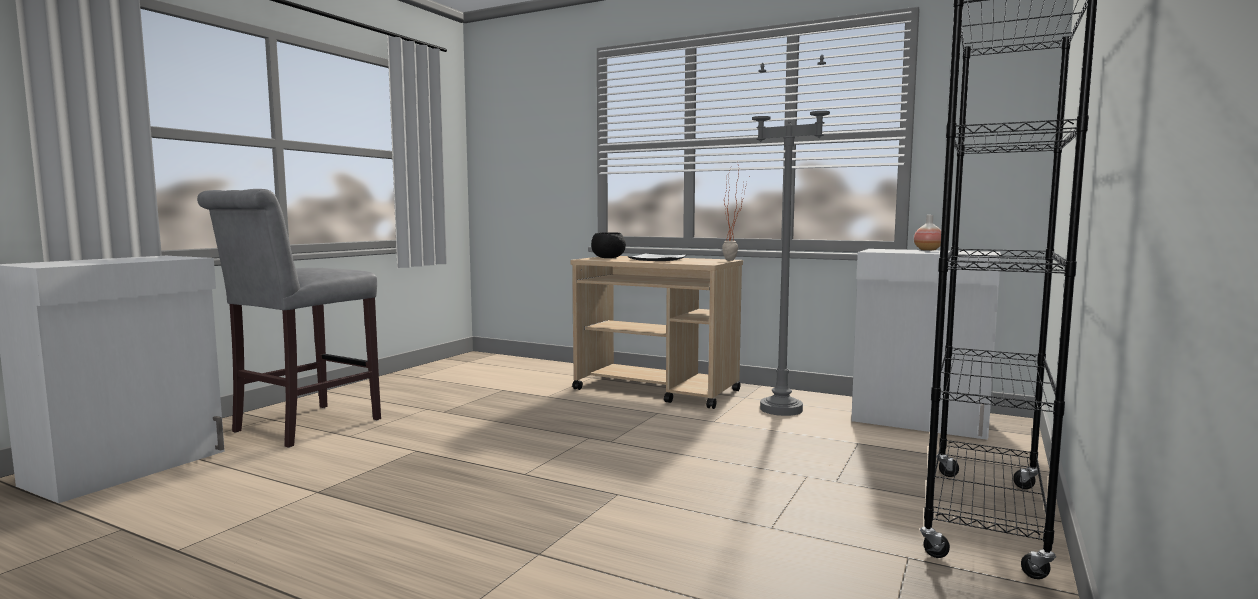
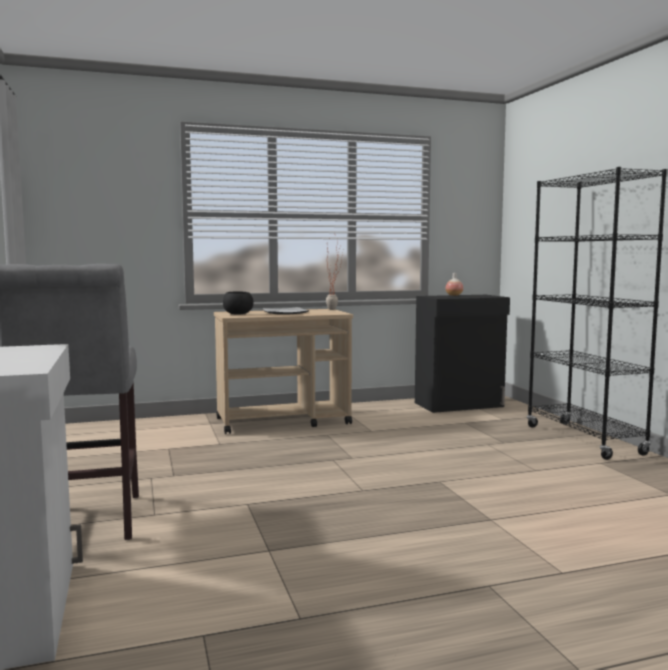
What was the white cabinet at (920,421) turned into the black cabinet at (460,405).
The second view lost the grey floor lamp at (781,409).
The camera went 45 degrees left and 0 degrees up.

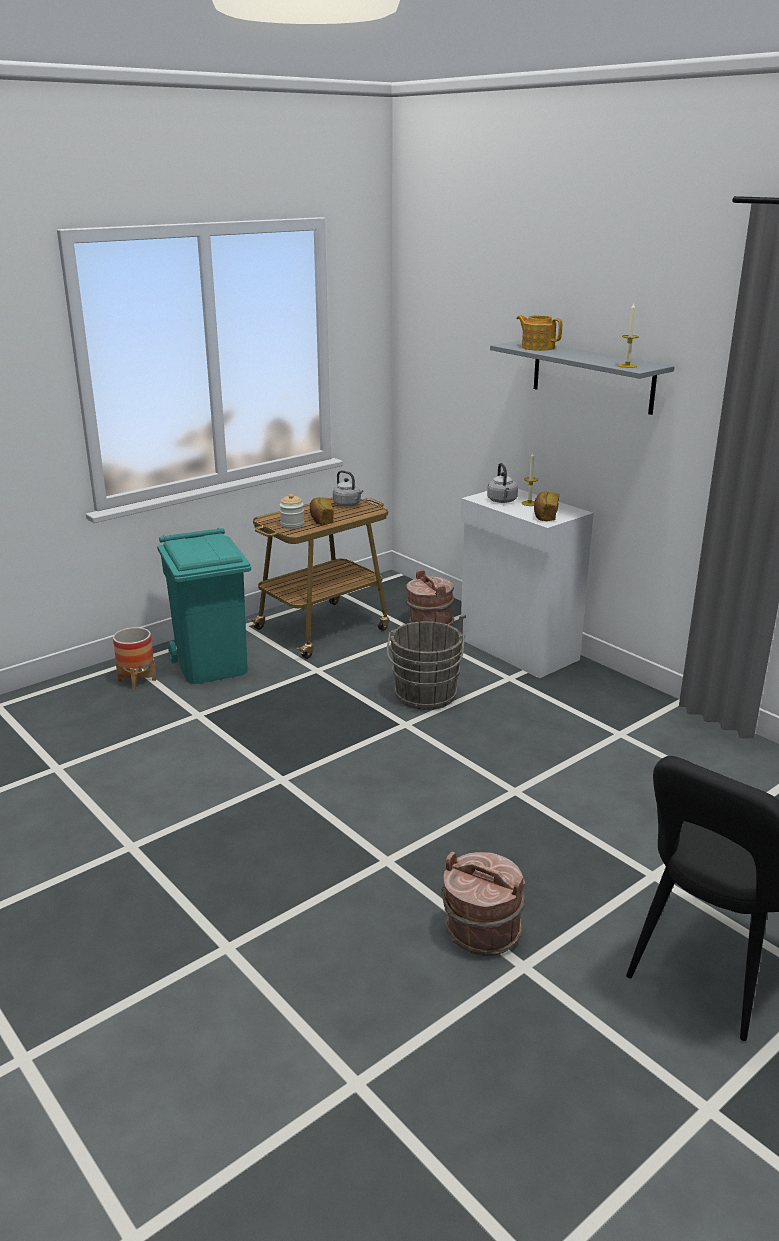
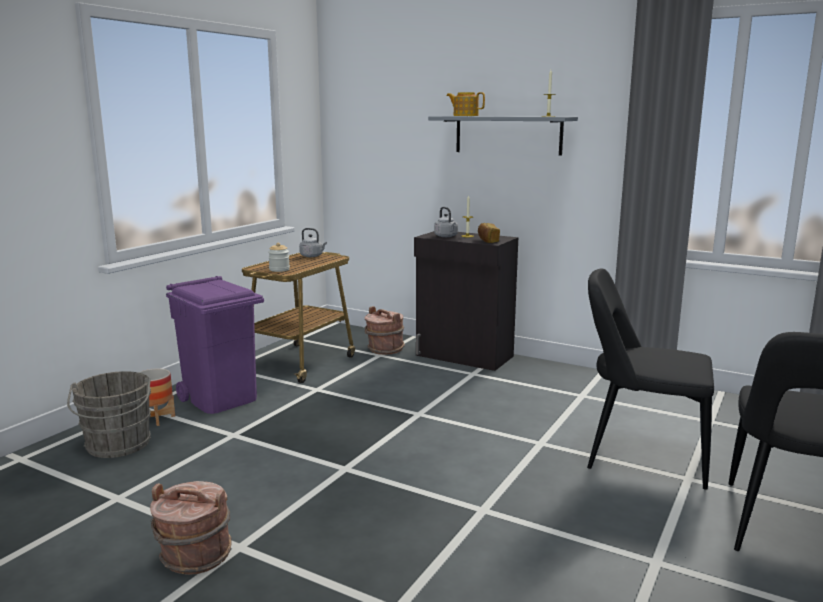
The grey bucket ended up elsewhere, having gone from (425,697) to (117,446).
The brown bucket ended up elsewhere, having gone from (481,933) to (195,556).
What was the turquoise trash can at (212,665) turned into the purple trash can at (221,398).
What was the white cabinet at (517,650) turned into the black cabinet at (464,356).
The second view gained the black chair at (640,458).
The second view lost the bread at (321,520).
The camera went 20 degrees left and 10 degrees down.

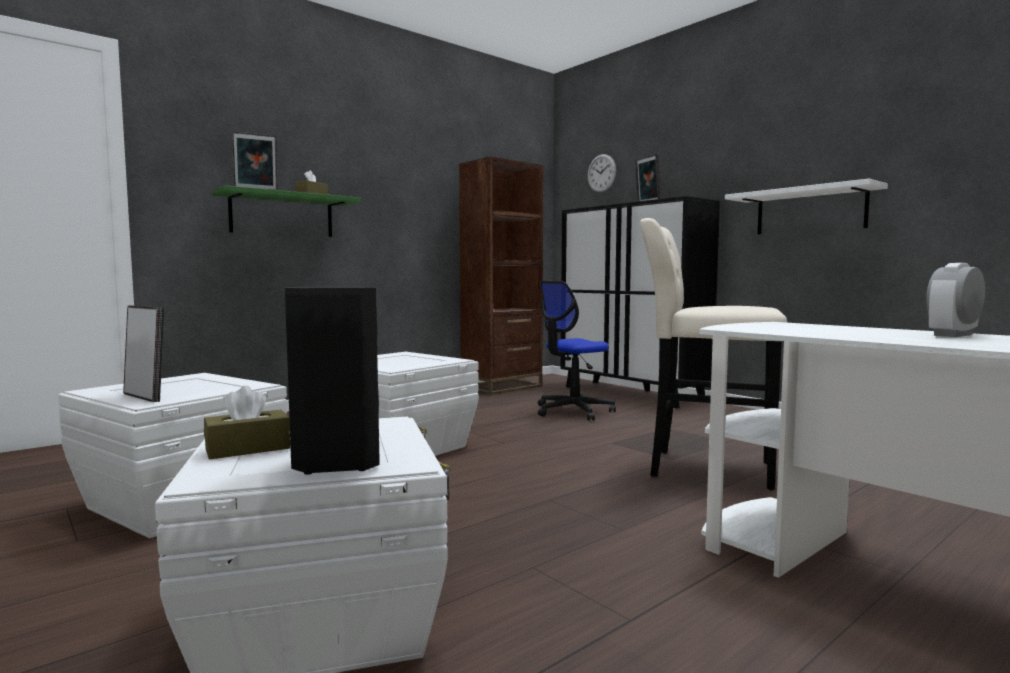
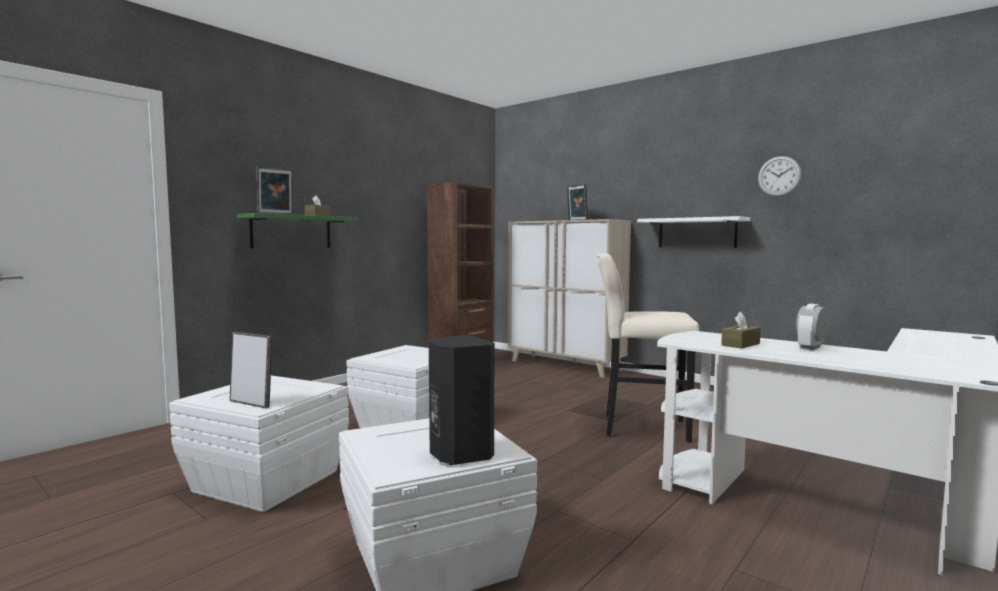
What was the black cabinet at (632,394) turned into the beige cabinet at (565,365).
The brown tissue box ended up elsewhere, having gone from (248,449) to (740,344).
The wall clock ended up elsewhere, having gone from (601,173) to (779,176).
The second view lost the office chair at (573,411).
The camera went 10 degrees left and 0 degrees up.

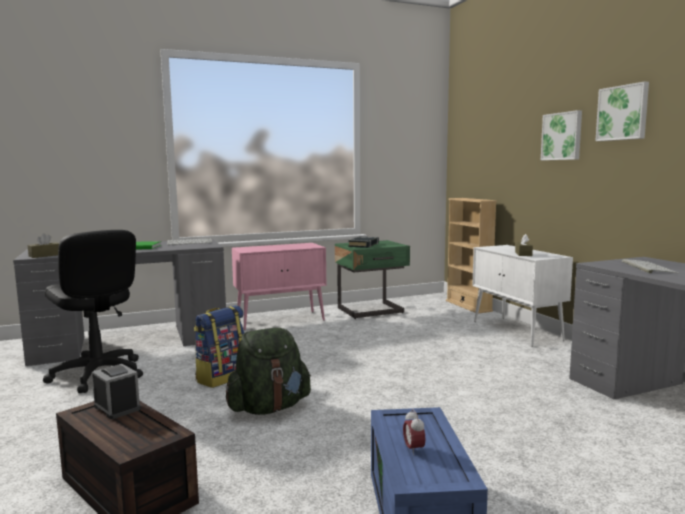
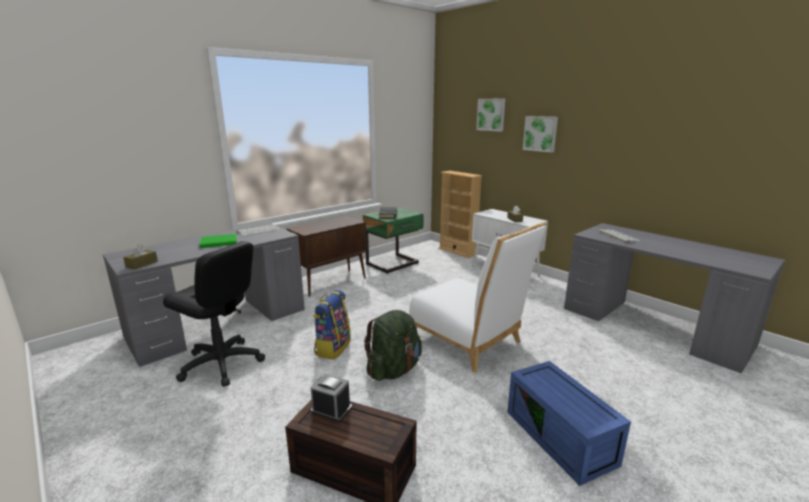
What was the pink cabinet at (281,320) turned into the brown cabinet at (331,282).
The second view gained the white chair at (469,342).
The picture ended up elsewhere, having gone from (623,113) to (491,114).
The second view lost the alarm clock at (413,449).
The camera went 20 degrees left and 10 degrees up.

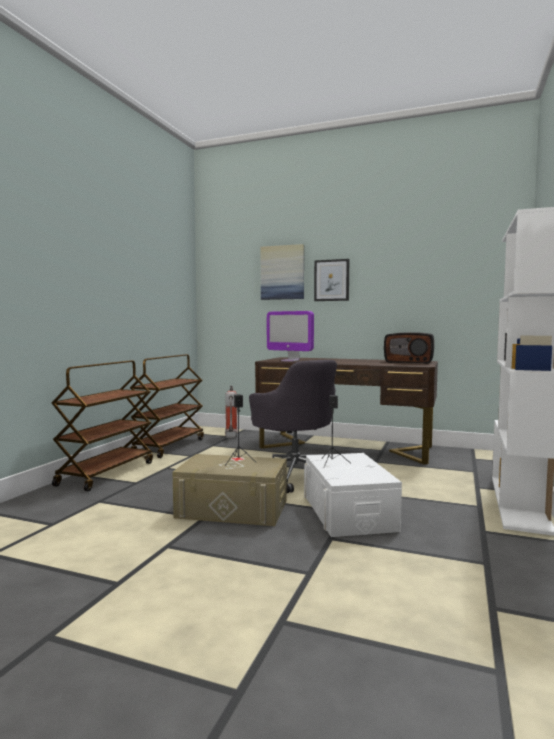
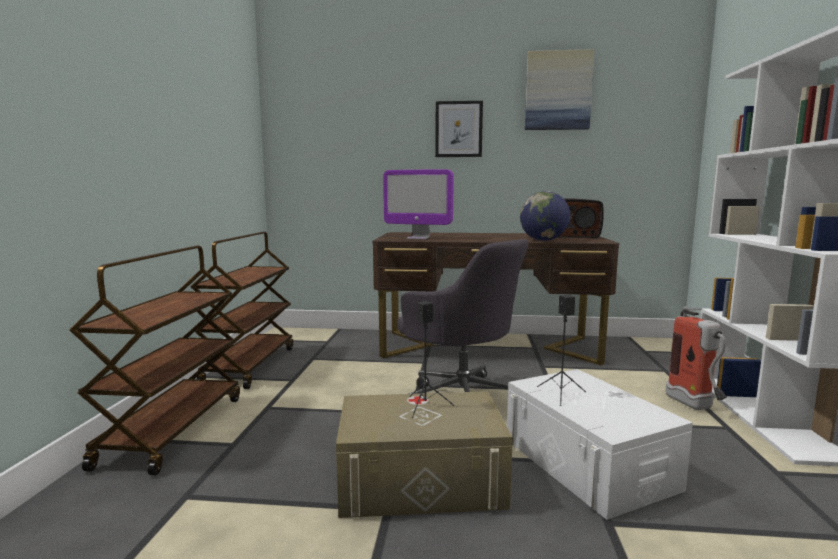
The second view gained the globe at (543,240).
The picture ended up elsewhere, having gone from (282,272) to (558,91).
The fire extinguisher ended up elsewhere, having gone from (231,437) to (695,406).
The camera went 15 degrees left and 5 degrees up.

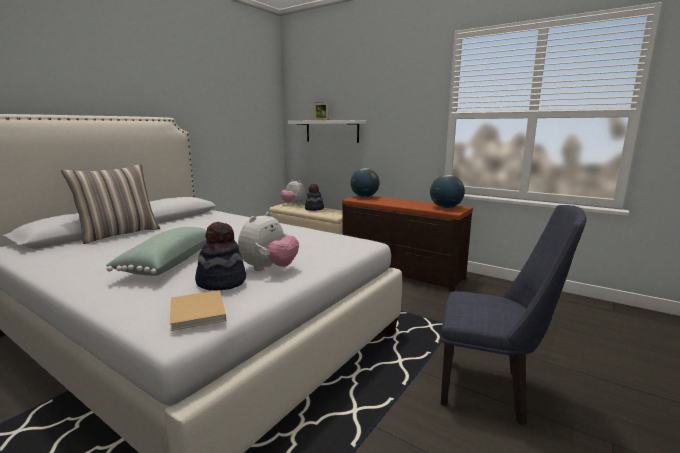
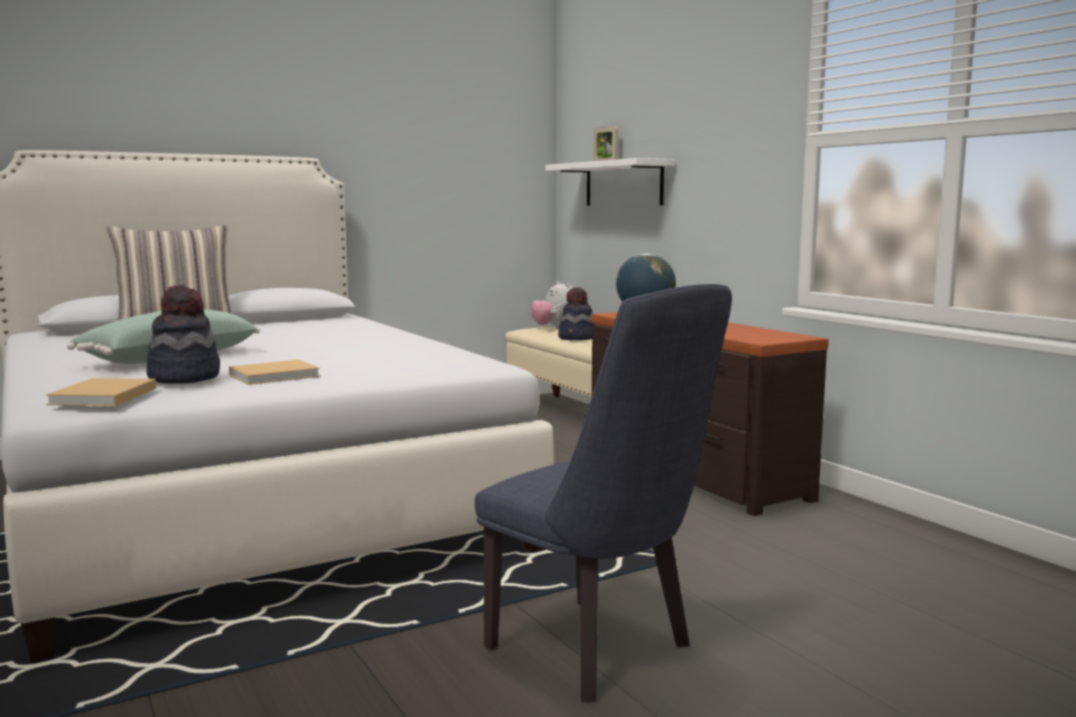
Where the plush toy stood at (269,268), the beige book came to stand at (277,375).
The second view lost the globe at (446,208).
The camera went 25 degrees right and 5 degrees down.

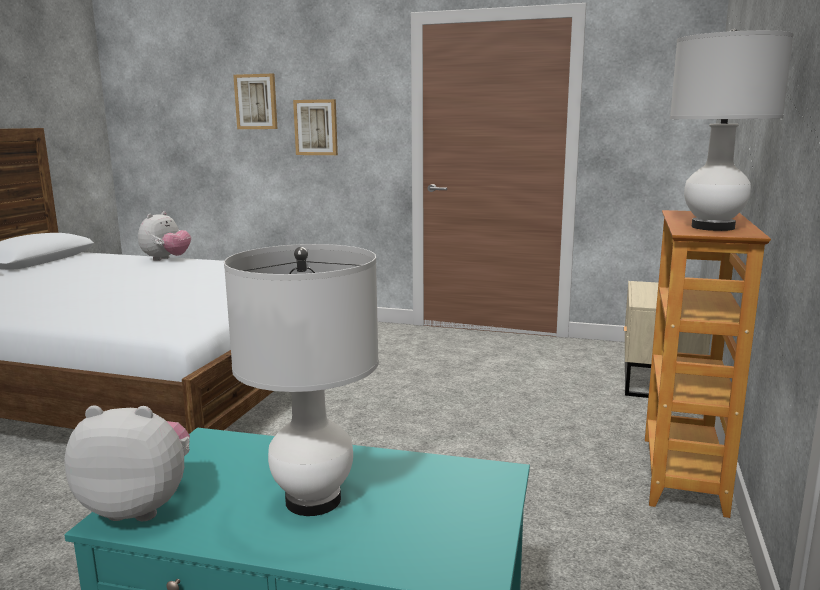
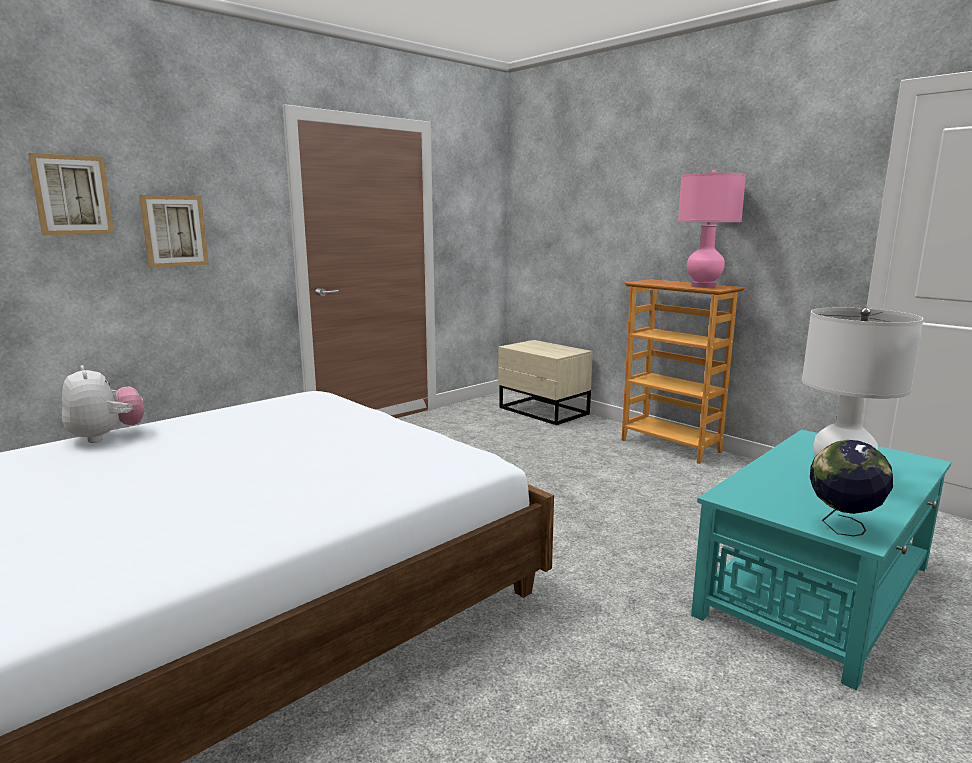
What was the white table lamp at (712,227) turned into the pink table lamp at (703,286).
Where the plush toy stood at (139,506), the globe came to stand at (842,528).
The camera went 60 degrees left and 0 degrees up.

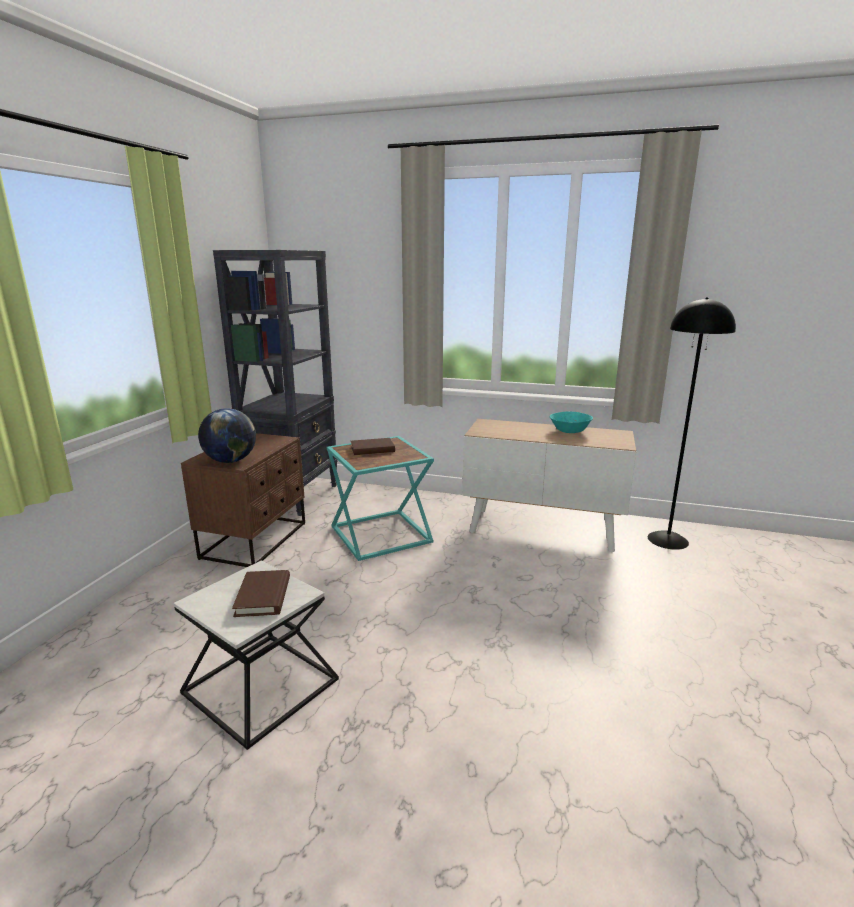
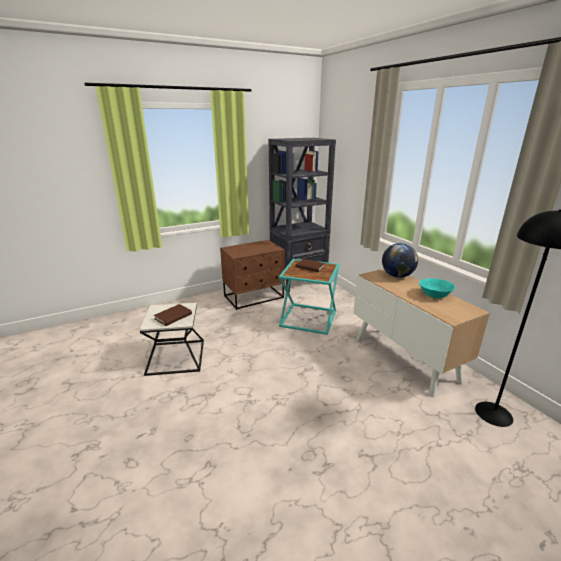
The globe ended up elsewhere, having gone from (230,461) to (397,276).
The camera went 45 degrees right and 5 degrees up.

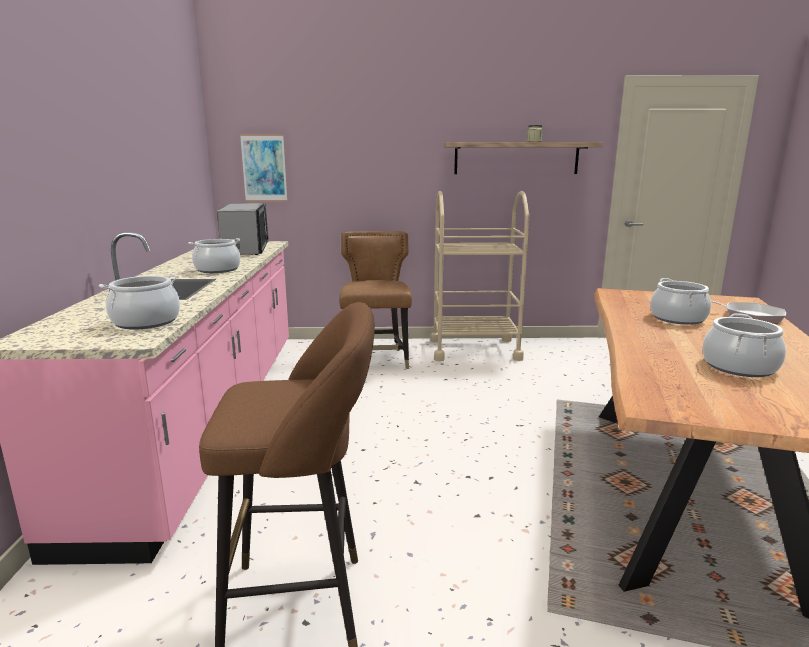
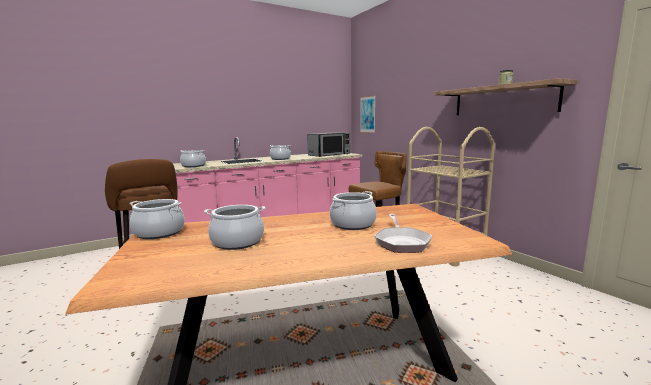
The second view gained the cooking pot at (159,233).
The camera went 60 degrees right and 5 degrees down.

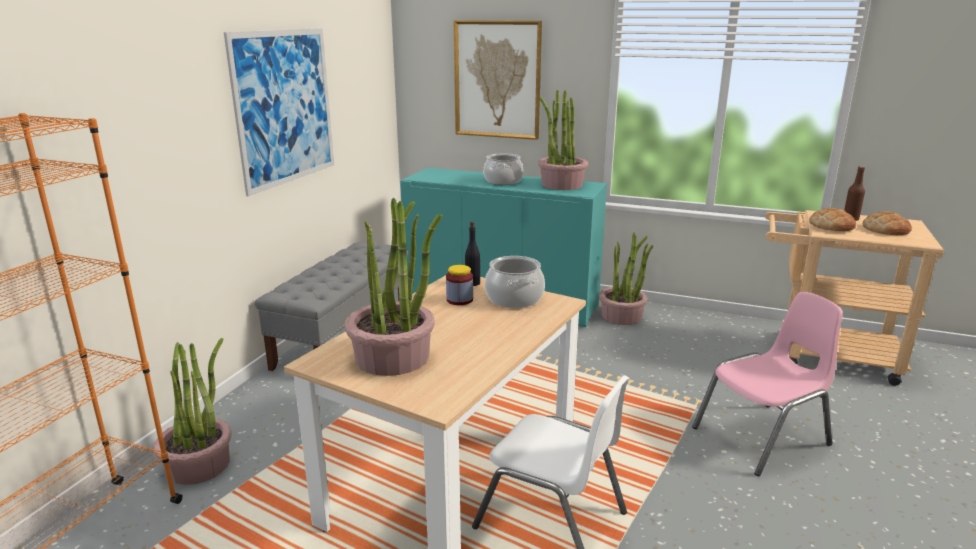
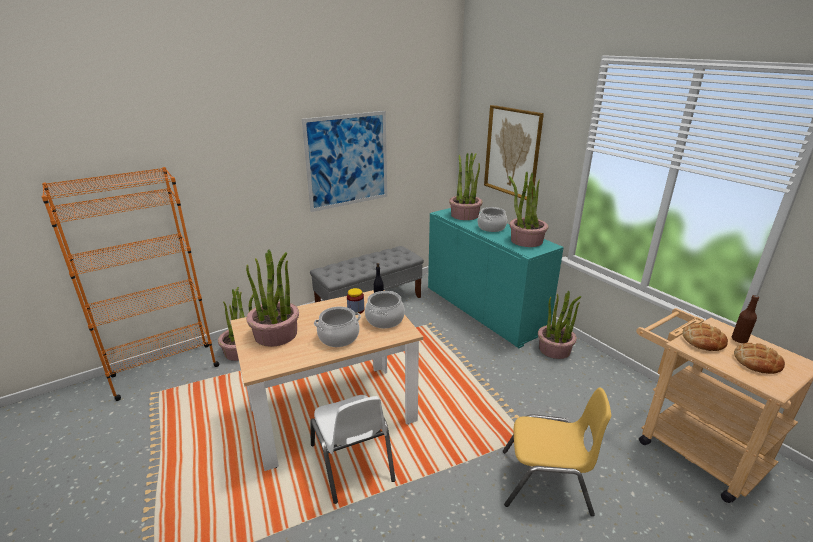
The second view gained the cooking pot at (338,337).
The second view gained the potted plant at (465,215).
What was the pink chair at (762,437) turned into the yellow chair at (546,483).
The camera went 35 degrees right and 5 degrees up.

